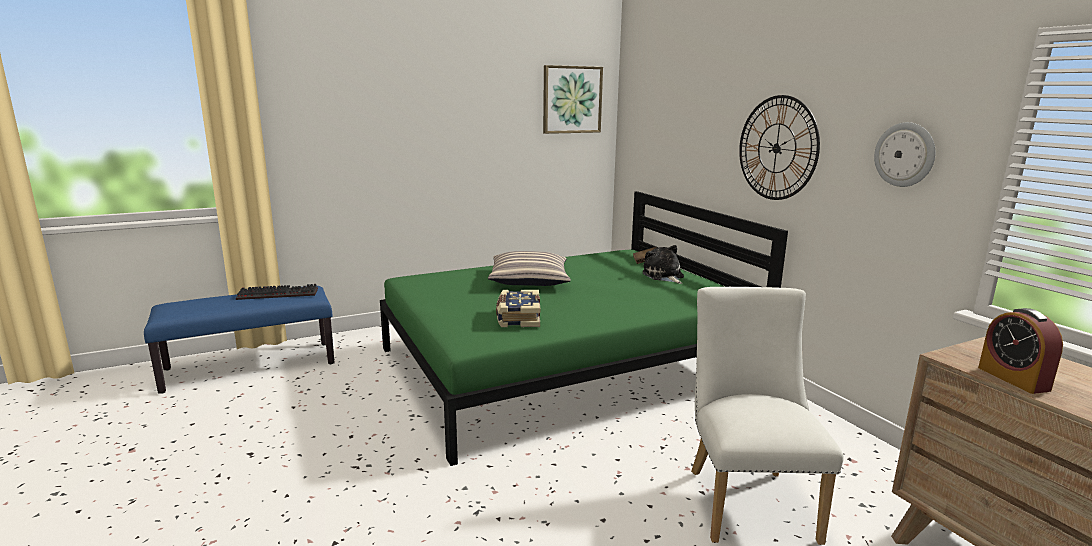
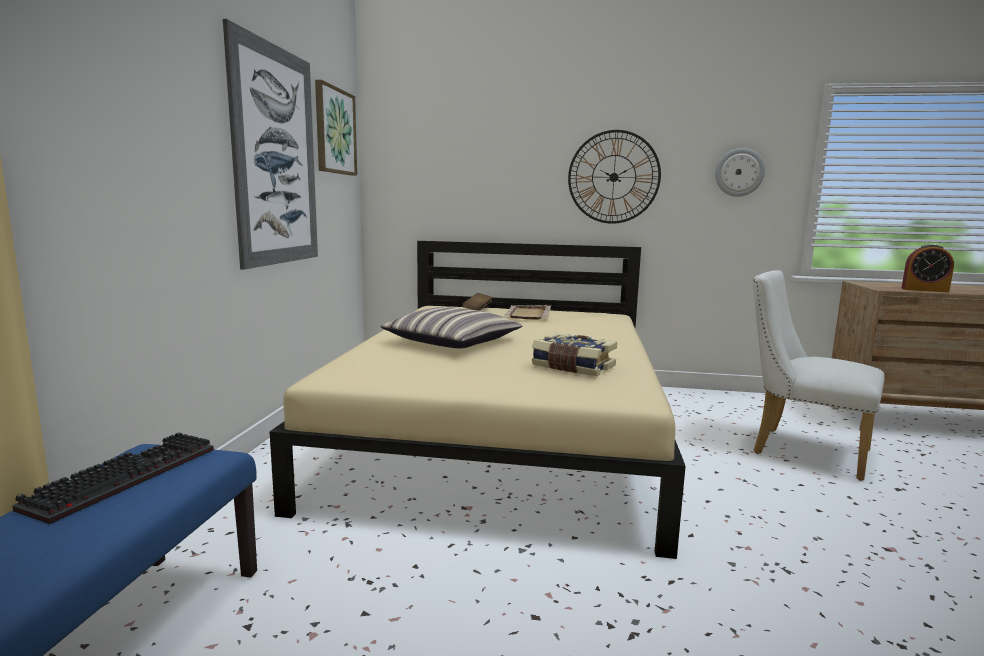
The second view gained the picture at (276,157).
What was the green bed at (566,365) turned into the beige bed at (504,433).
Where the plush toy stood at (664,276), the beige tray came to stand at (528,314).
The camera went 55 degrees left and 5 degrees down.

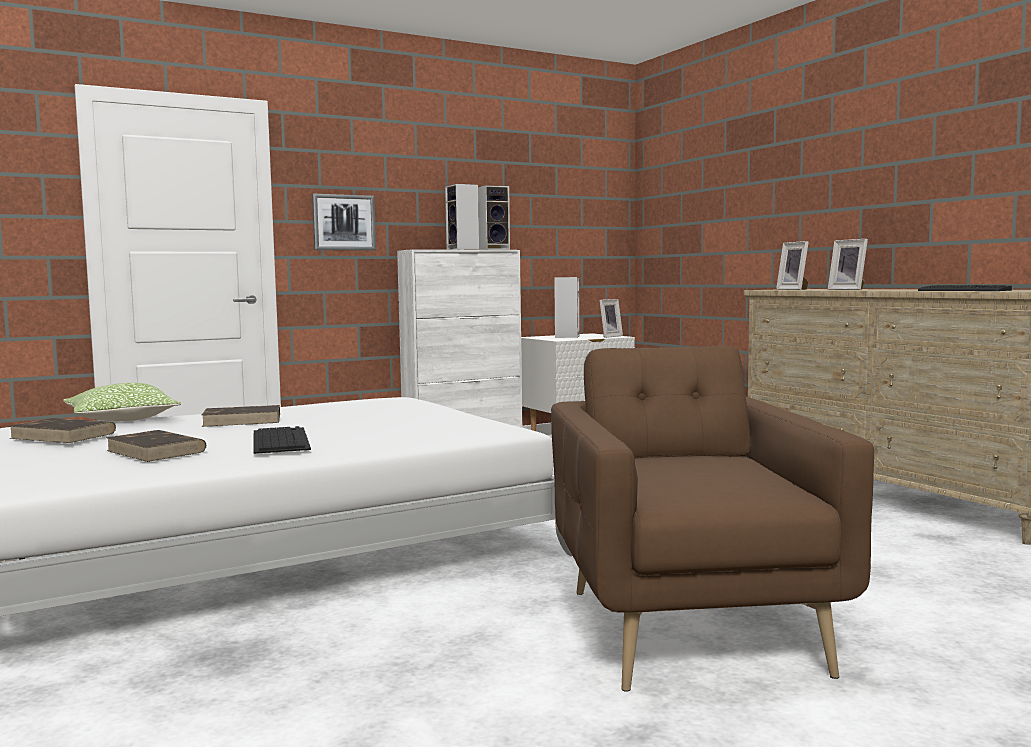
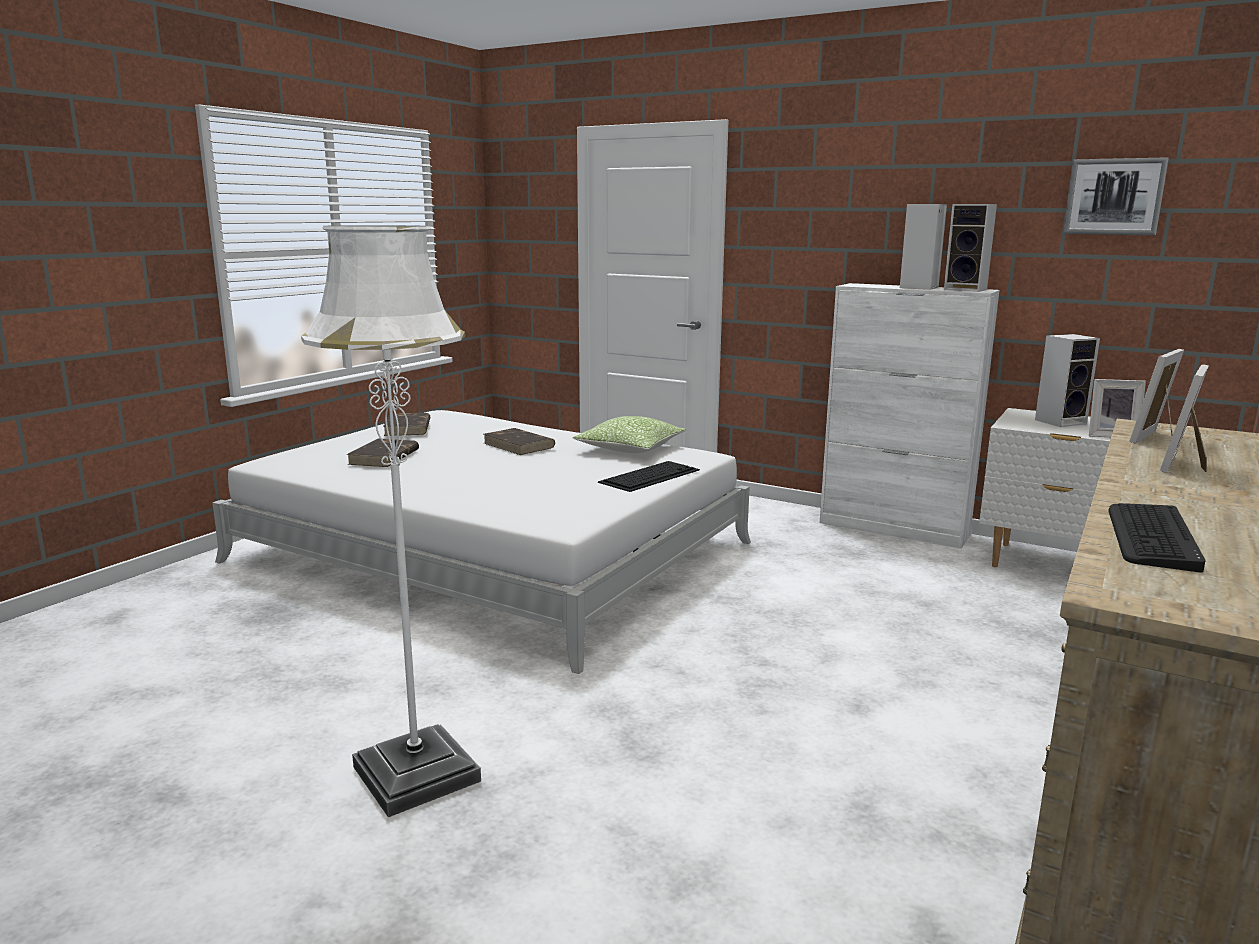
Where the brown armchair stood at (689,623), the white floor lamp came to stand at (416,774).
The pillow ended up elsewhere, having gone from (122,420) to (630,449).
The keyboard ended up elsewhere, having gone from (279,440) to (650,476).
The picture ended up elsewhere, having gone from (343,222) to (1114,197).
The camera went 60 degrees right and 10 degrees up.

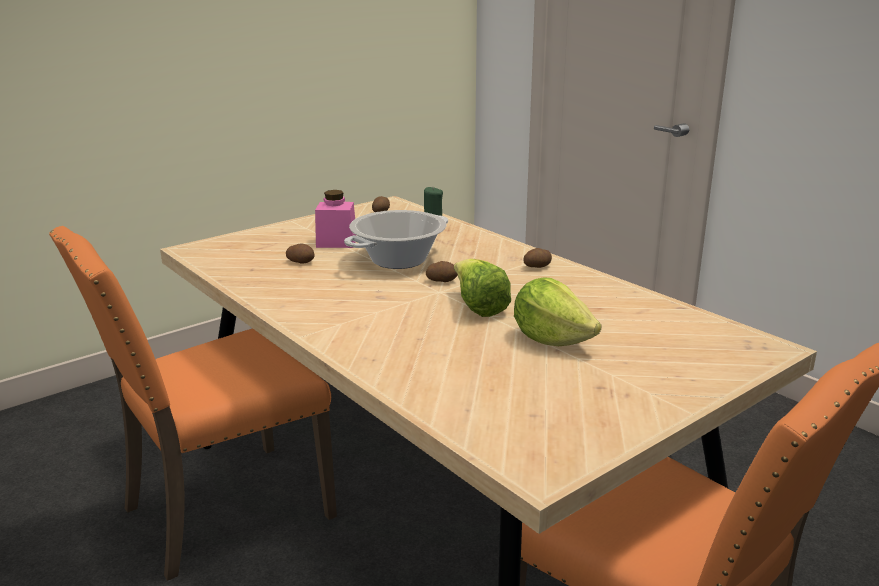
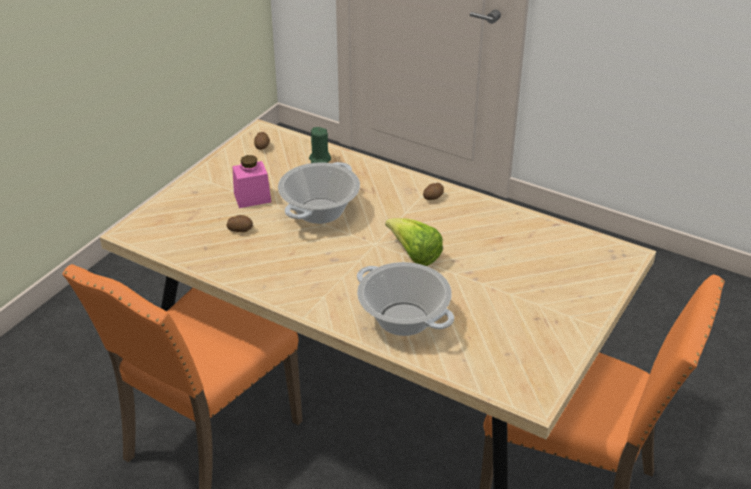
The second view gained the cooking pot at (403,319).
The second view lost the potato at (441,280).
The second view lost the lettuce at (551,339).
The camera went 20 degrees left and 15 degrees up.

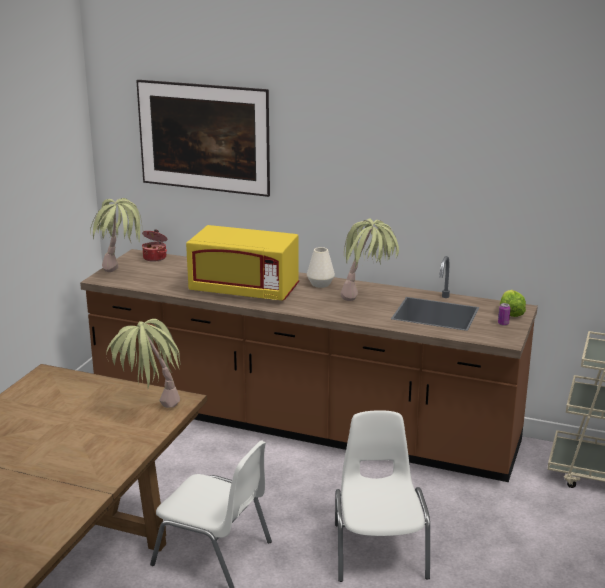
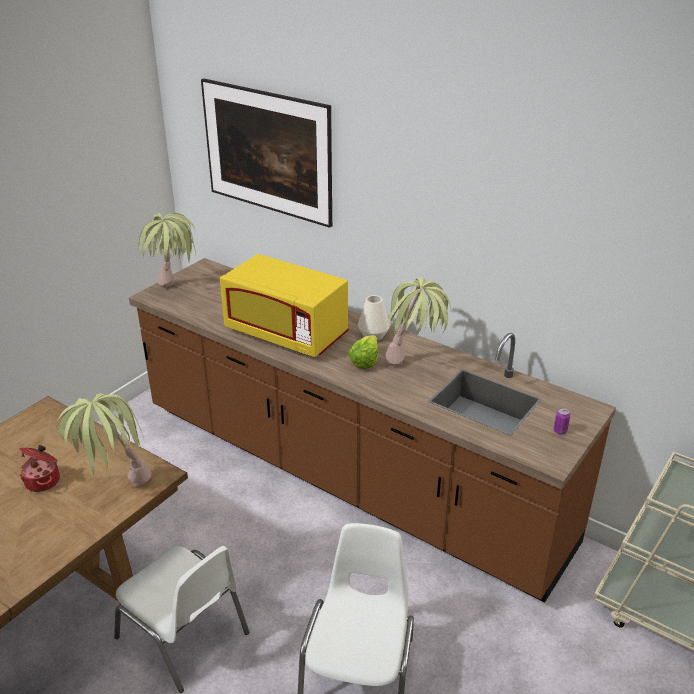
The cooking pot ended up elsewhere, having gone from (155,257) to (44,481).
The lettuce ended up elsewhere, having gone from (511,312) to (364,361).
The camera went 15 degrees right and 10 degrees up.

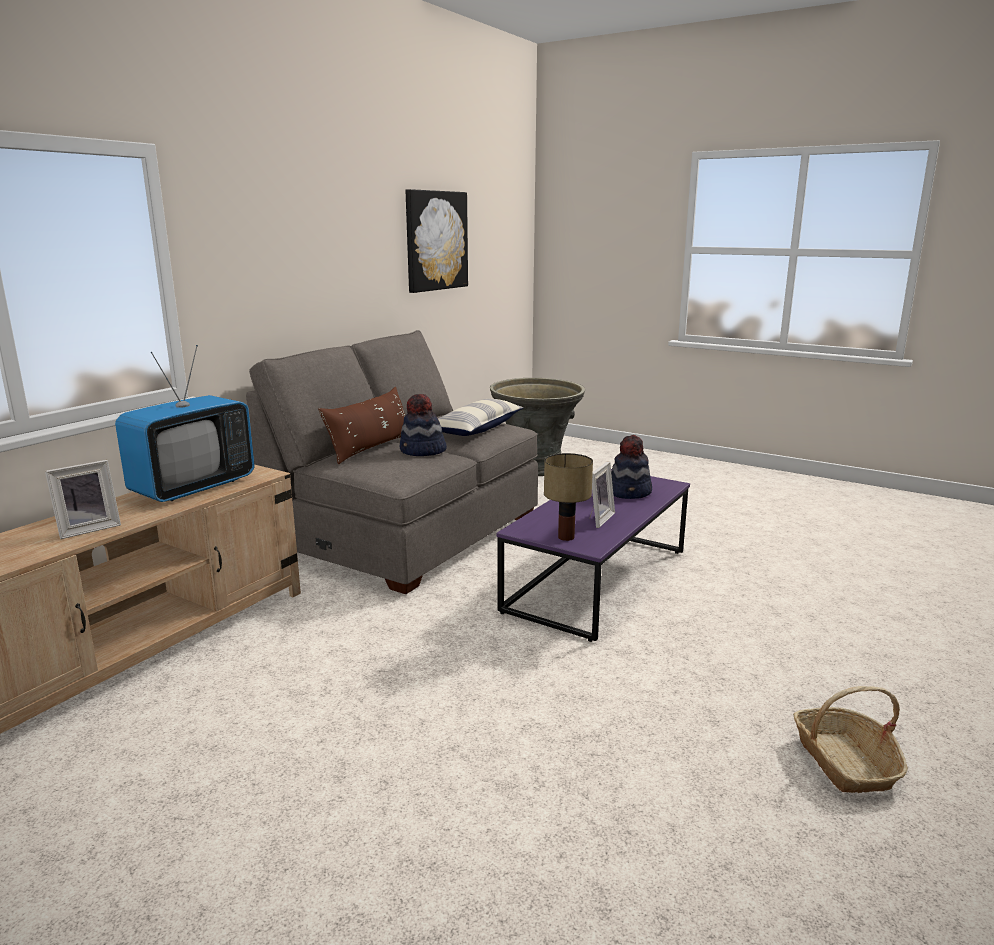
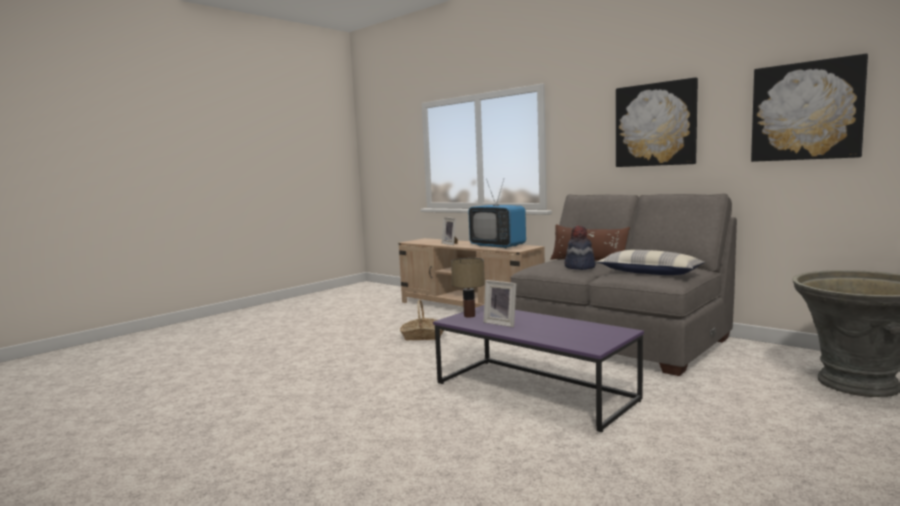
The basket ended up elsewhere, having gone from (845,762) to (423,336).
The second view gained the picture at (655,125).
The second view lost the hat at (630,492).
The camera went 100 degrees right and 10 degrees down.

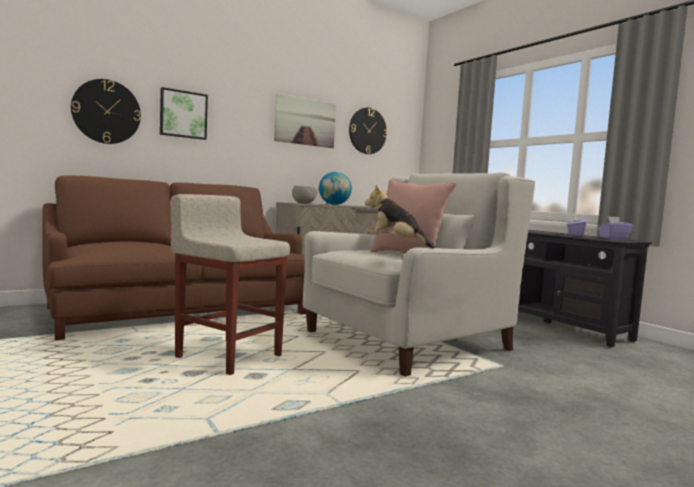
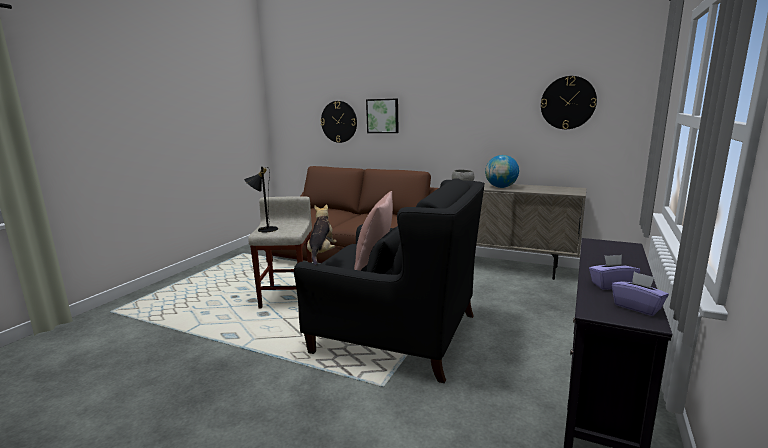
The second view gained the black table lamp at (264,229).
What was the white armchair at (407,341) turned into the black armchair at (396,333).
The second view lost the picture at (305,122).
The camera went 60 degrees right and 10 degrees up.

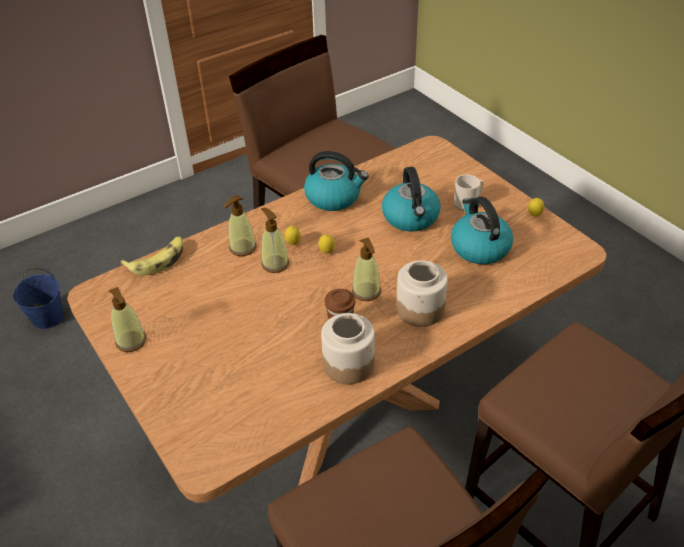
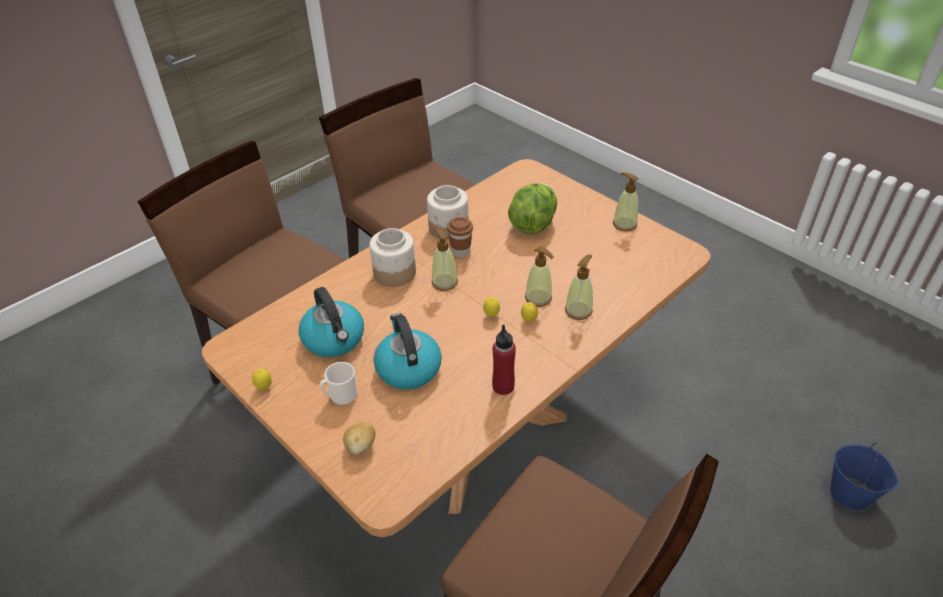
The second view gained the potato at (361,446).
Where the kettle stood at (334,197), the red bottle came to stand at (503,386).
The second view gained the lettuce at (533,223).
The second view lost the banana at (158,260).
The camera went 170 degrees right and 0 degrees up.

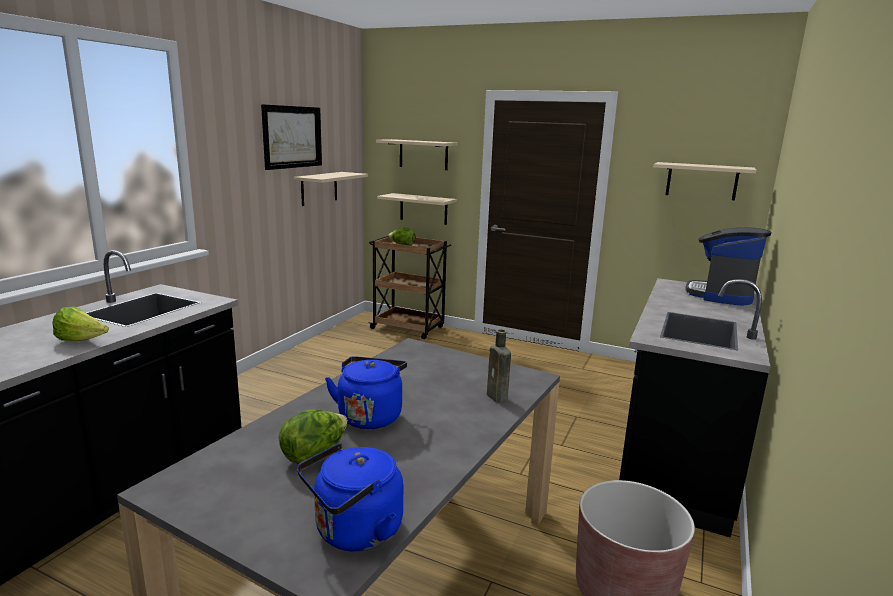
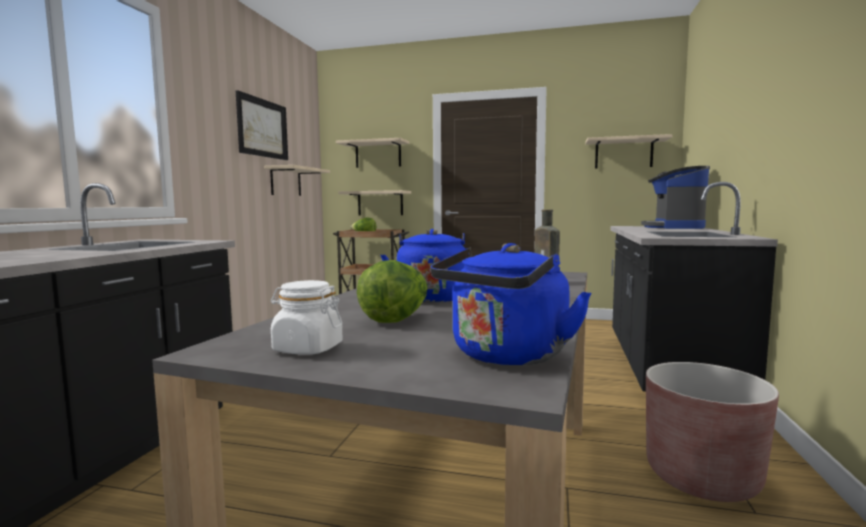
The second view gained the white jar at (307,349).
The second view lost the lettuce at (82,341).
The camera went 10 degrees left and 10 degrees down.

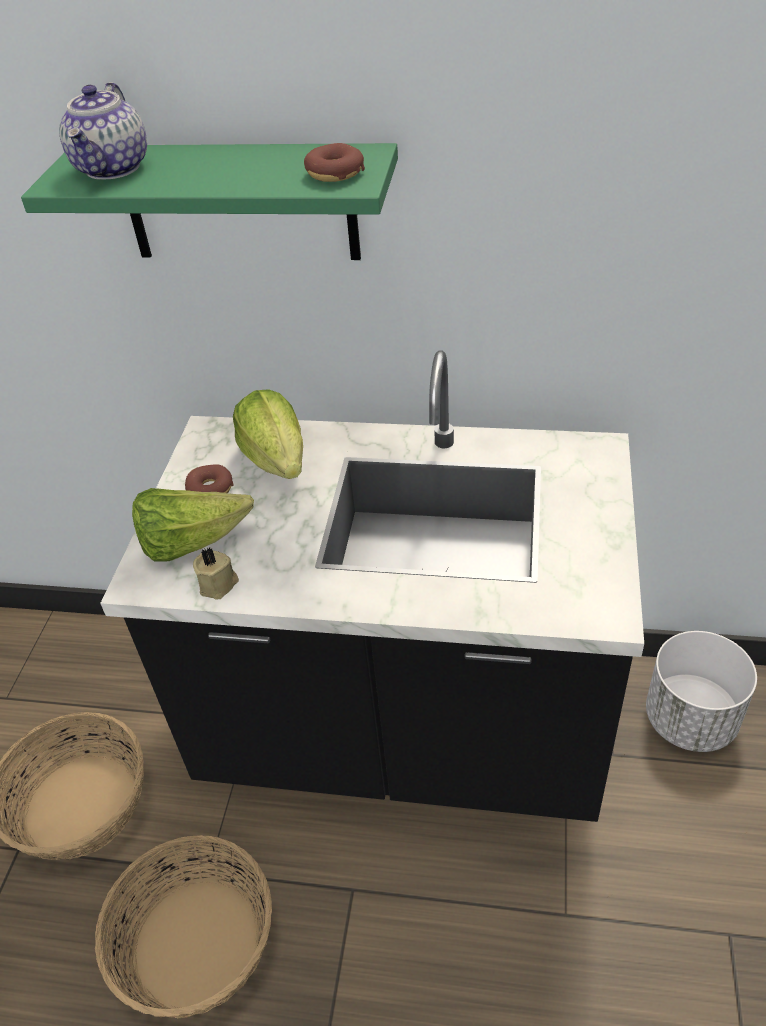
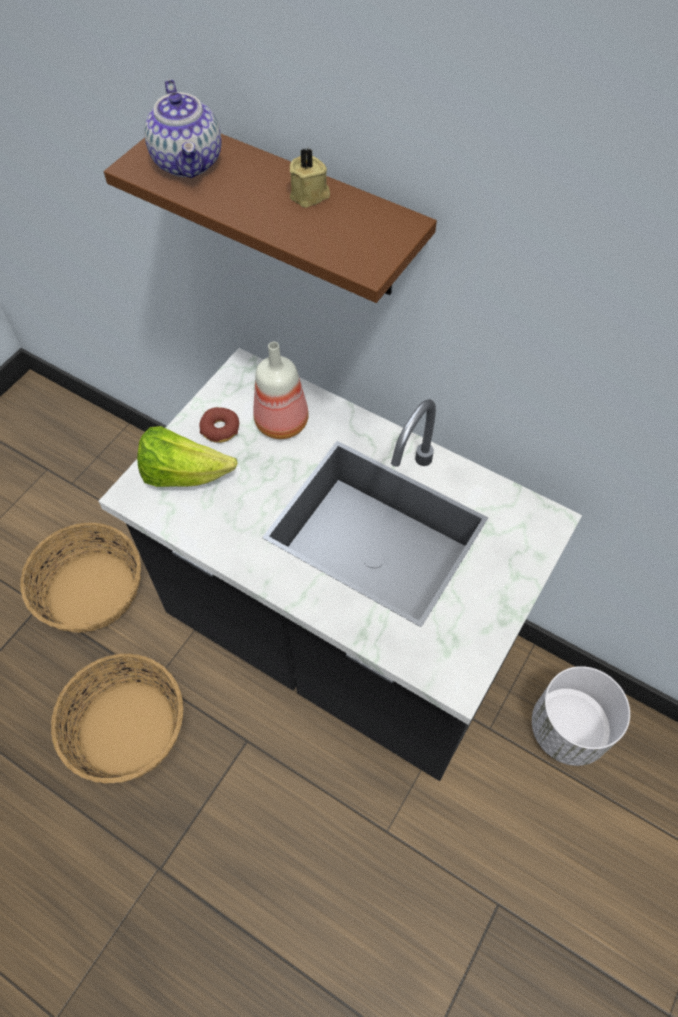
What was the green shelf at (240,202) turned into the brown shelf at (300,211).
The teapot at (113,169) ended up facing another way, 45 degrees counterclockwise from before.
Where the lettuce stood at (277,460), the bottle came to stand at (283,421).
The beige candle ended up elsewhere, having gone from (219,585) to (310,195).
The second view lost the donut at (334,173).
The camera went 20 degrees right and 15 degrees up.

